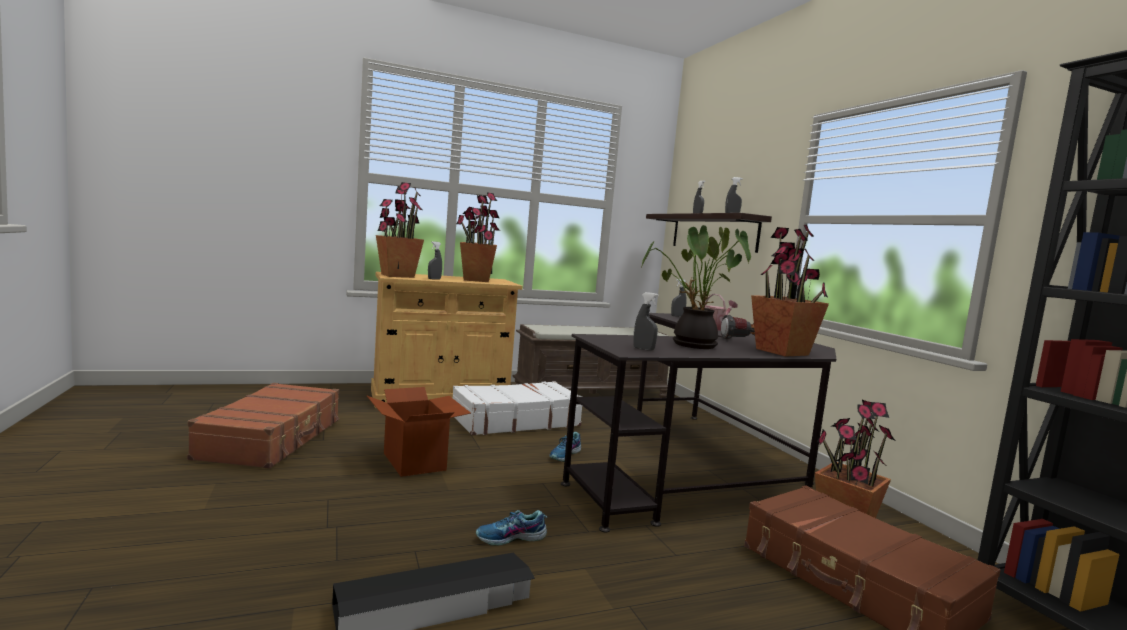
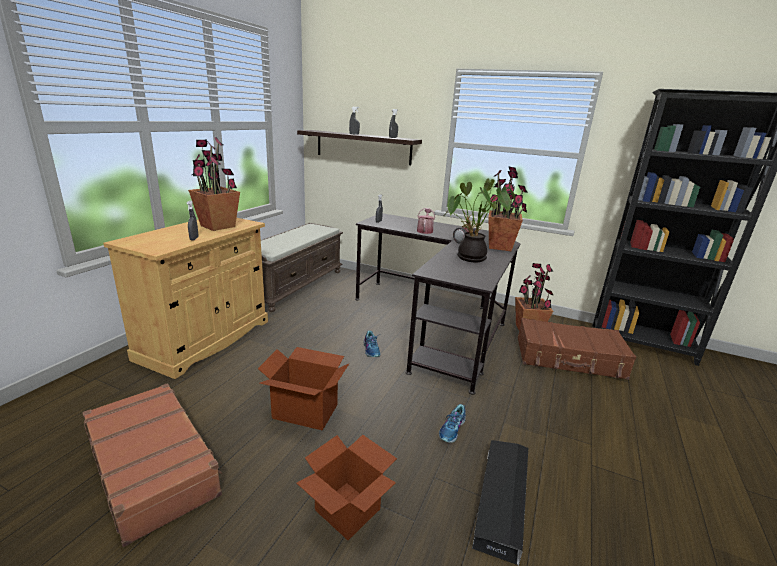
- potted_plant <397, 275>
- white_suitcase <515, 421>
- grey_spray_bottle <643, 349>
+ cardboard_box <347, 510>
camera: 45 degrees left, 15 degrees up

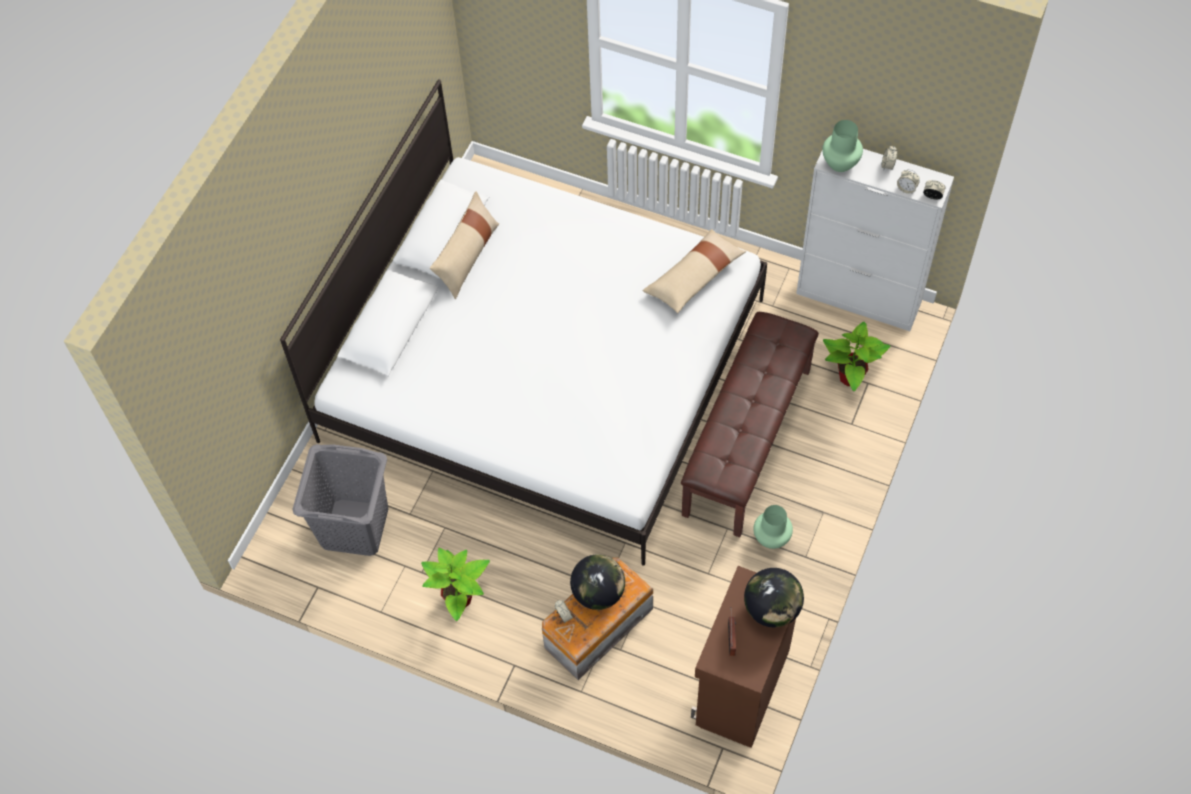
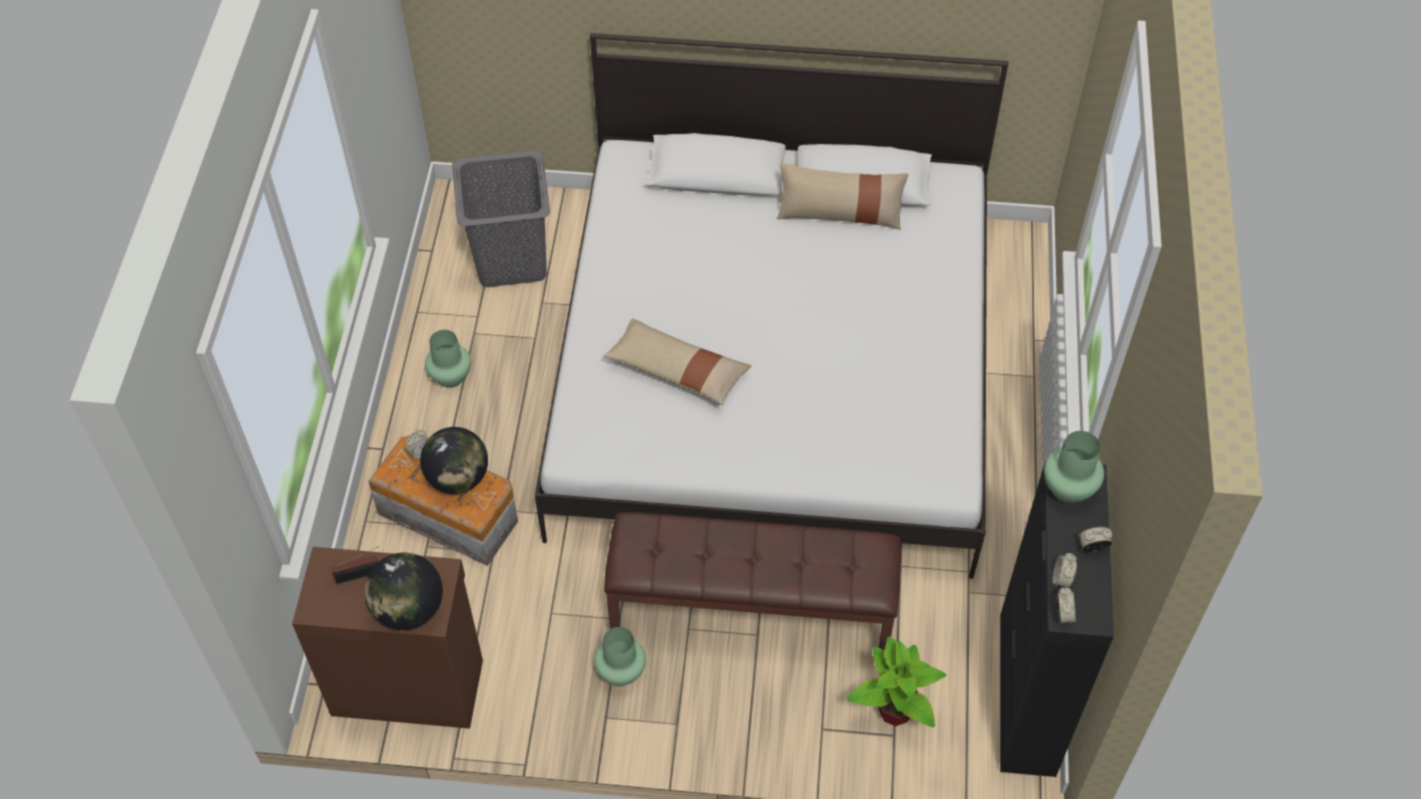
~ potted_plant <459, 599> to green_vase <450, 376>
~ beige_pillow <694, 277> to <677, 370>
~ white_cabinet <859, 298> to black_cabinet <1026, 695>
camera: 70 degrees right, 5 degrees down

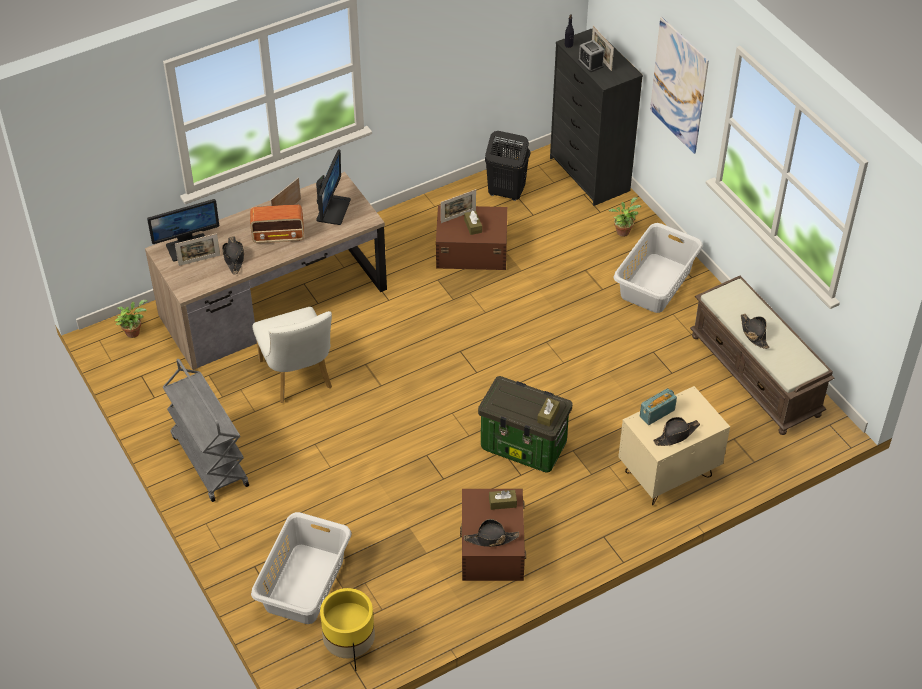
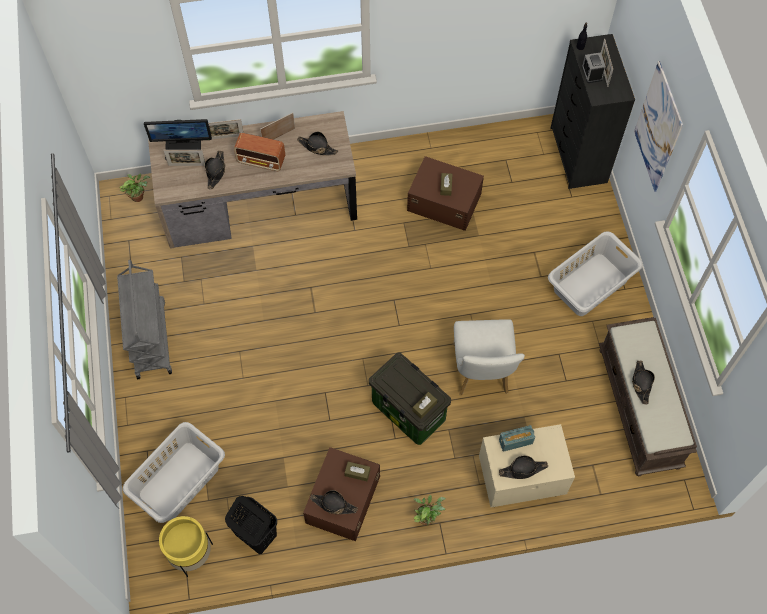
~ white_chair <298, 378> to <481, 373>
~ monitor <332, 209> to black_hat <317, 147>
~ picture_frame <458, 216> to <225, 137>
~ black_laundry_basket <506, 193> to <256, 535>
~ potted_plant <623, 230> to <426, 516>
camera: 20 degrees right, 15 degrees up

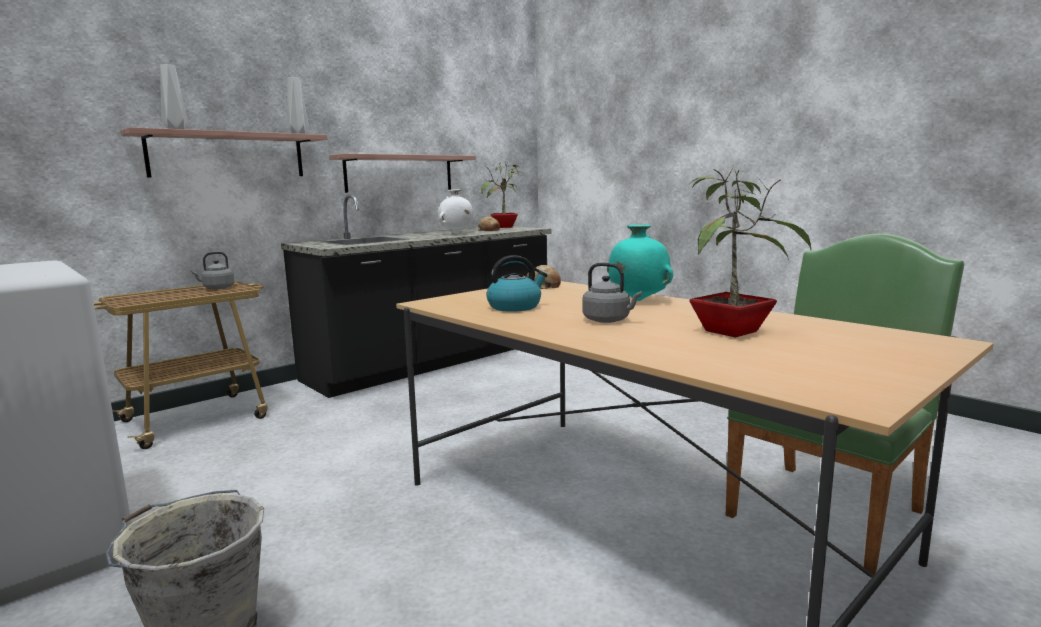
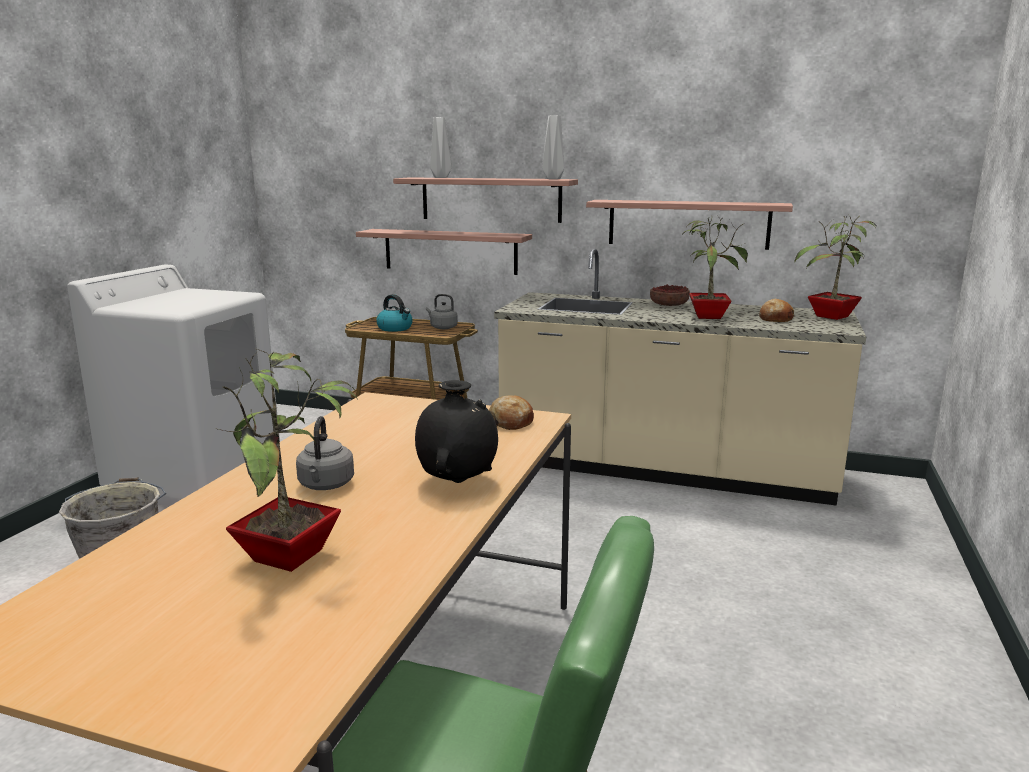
~ black_counter <434, 361> to beige_counter <664, 470>
~ white_vase <456, 233> to potted_plant <708, 316>
~ kettle <515, 307> to <395, 328>
~ turquoise_vase <637, 300> to black_vase <457, 481>
+ shelf <450, 251>
+ bowl <669, 305>
camera: 60 degrees right, 5 degrees up

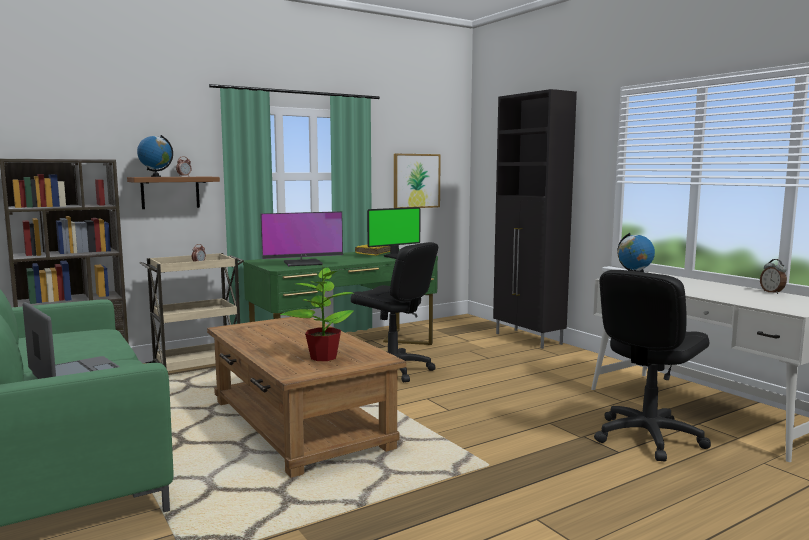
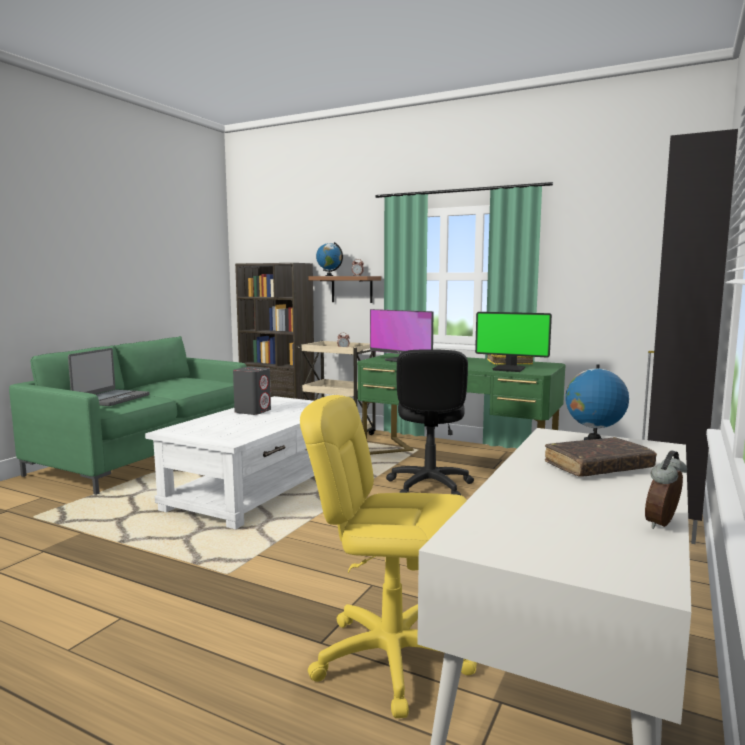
~ brown_coffee_table <298, 424> to white_coffee_table <260, 488>
- potted_plant <323, 357>
- picture <416, 181>
~ black_office_chair <647, 437> to yellow_office_chair <390, 658>
+ grey_speaker <253, 411>
+ brown_book <598, 467>
camera: 60 degrees right, 0 degrees up

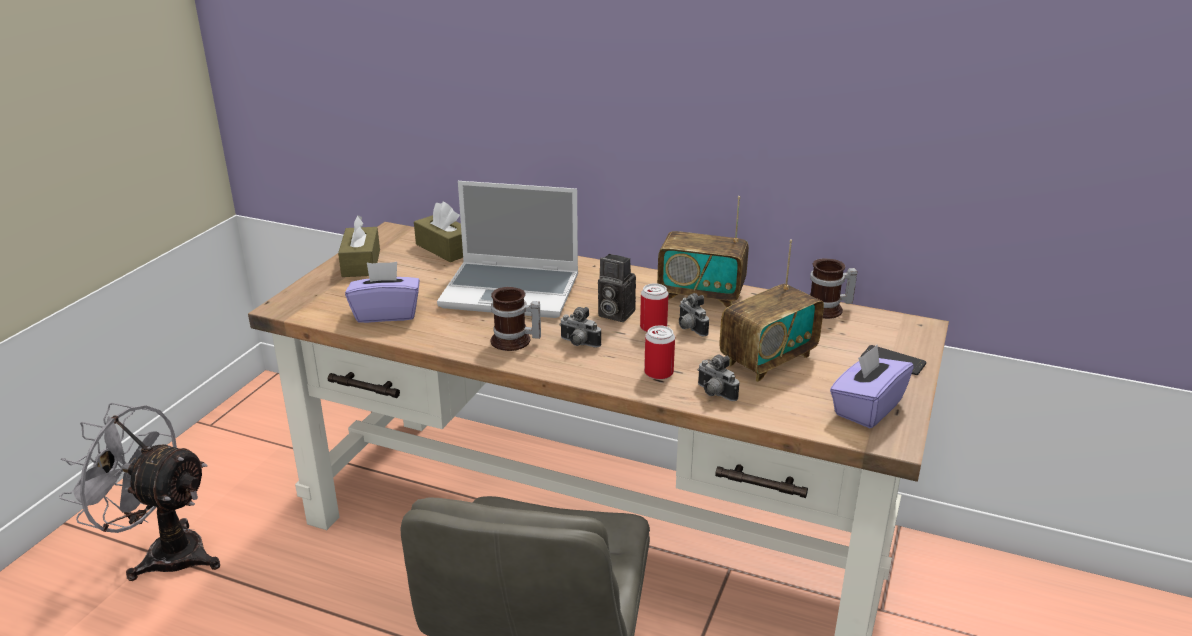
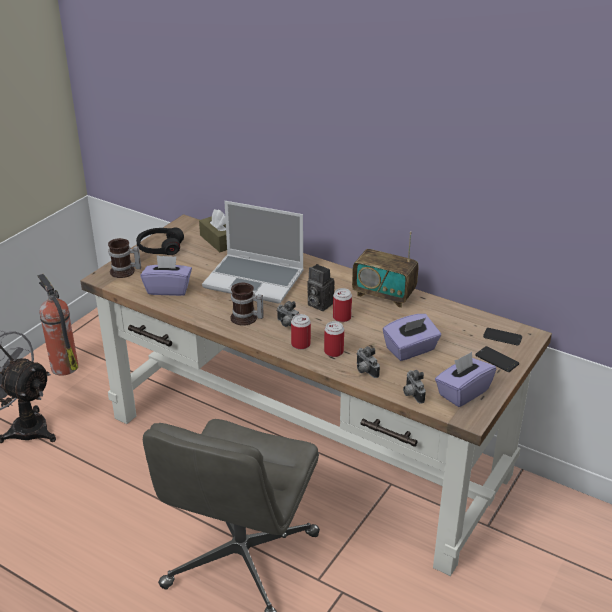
~ brown_tissue_box <361, 263> to black_headphones <160, 247>
~ photo_camera <689, 329> to <411, 394>
~ radio <768, 360> to purple_tissue_box <410, 350>
~ mug <828, 310> to <124, 272>
+ fire_extinguisher <64, 366>
+ can <300, 344>
+ phone <502, 337>
camera: 10 degrees right, 5 degrees up

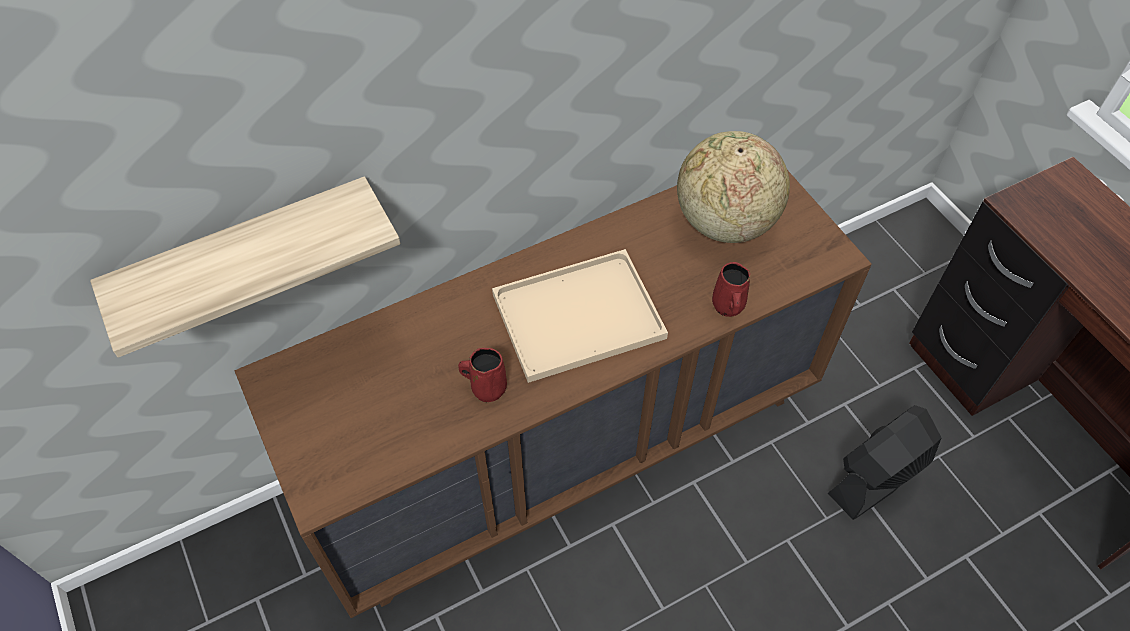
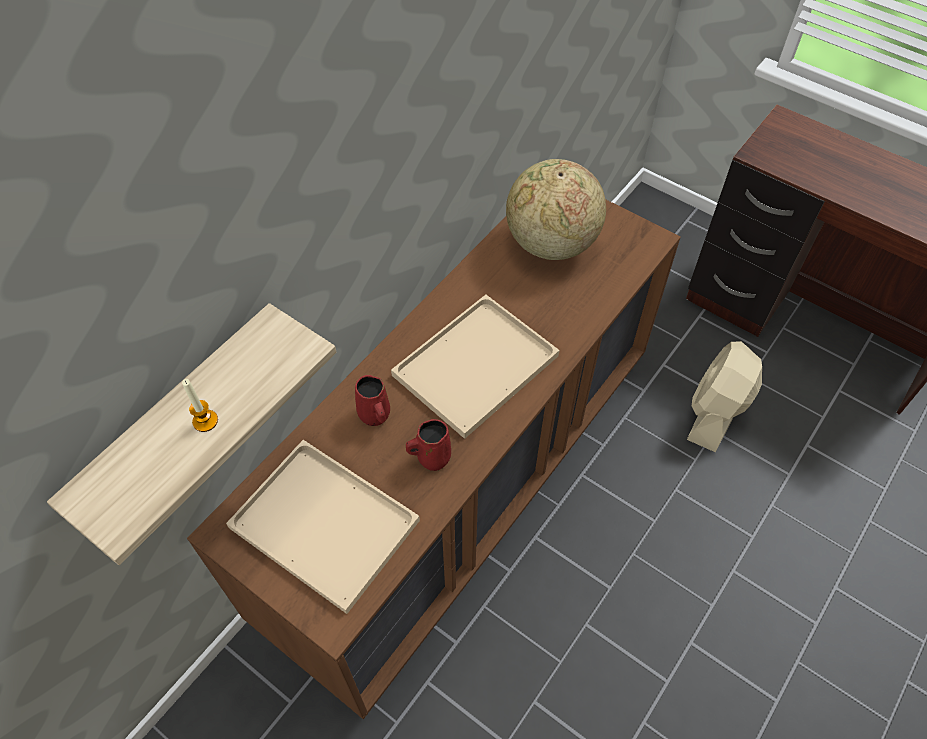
~ red_mug <728, 307> to <375, 416>
~ black_fan <877, 477> to beige_fan <715, 412>
+ candle <205, 421>
+ beige_tray <328, 524>
camera: 25 degrees left, 0 degrees up

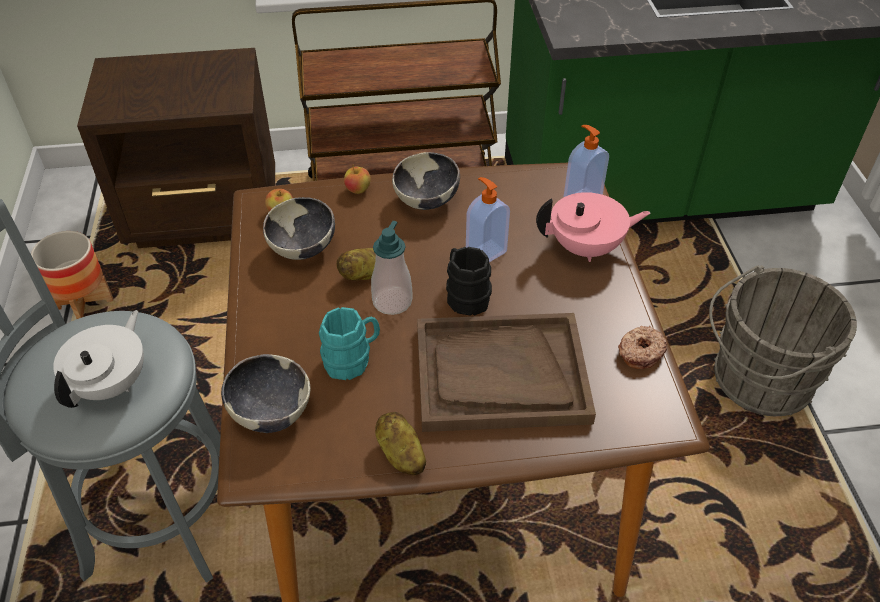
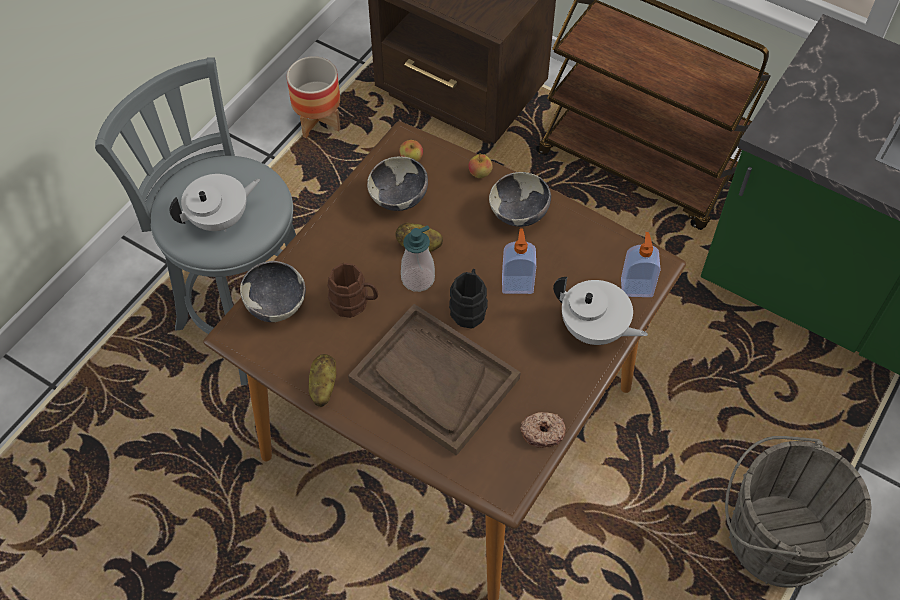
~ turquoise_mug <353, 359> to brown_mug <354, 303>
~ pink_teapot <586, 248> to white_teapot <594, 330>
camera: 40 degrees right, 10 degrees up

